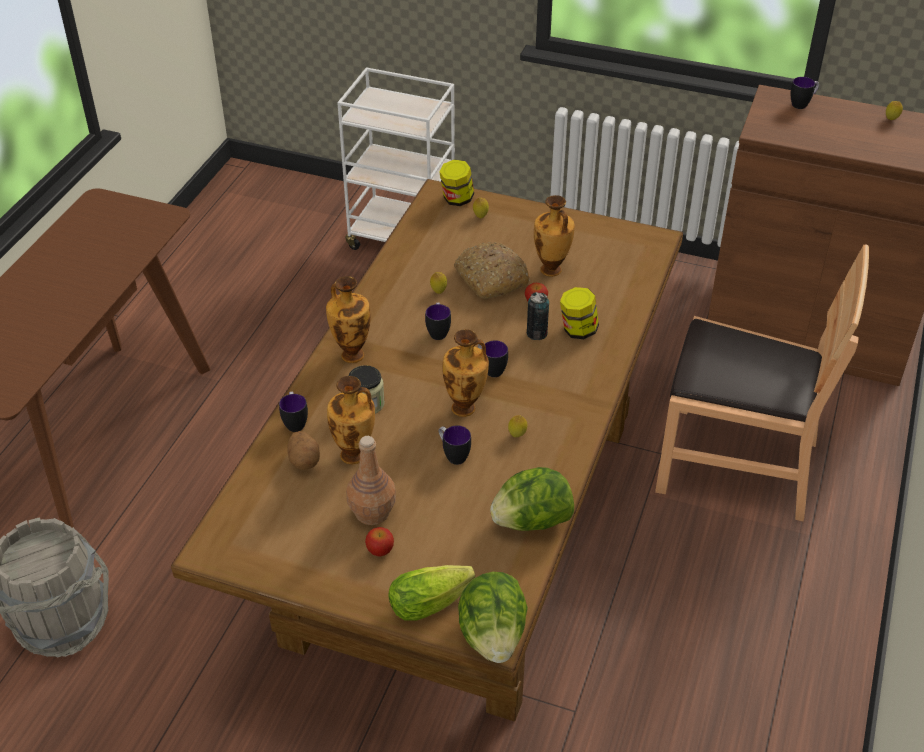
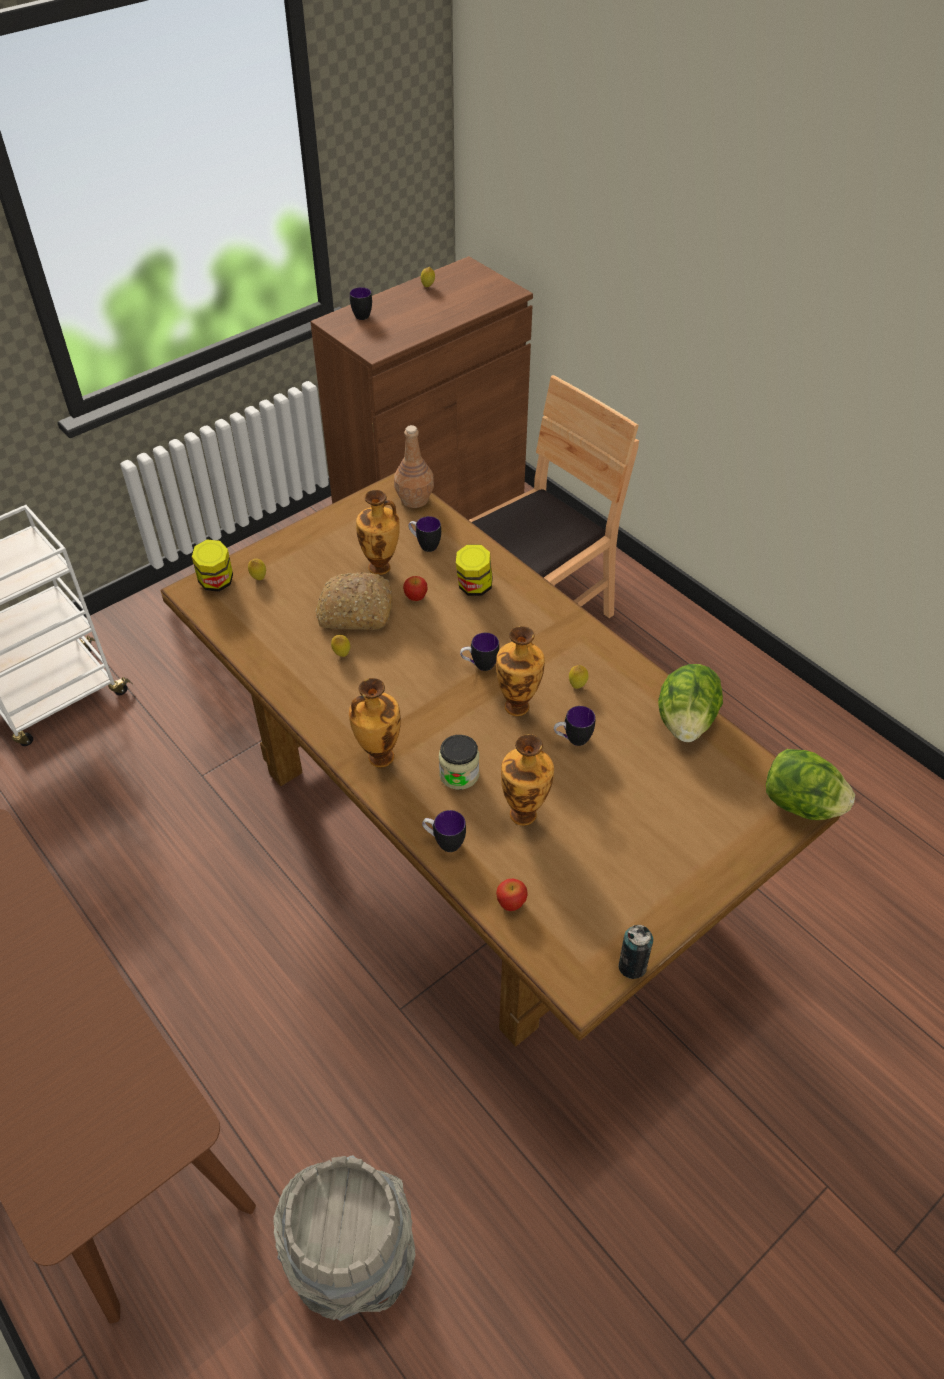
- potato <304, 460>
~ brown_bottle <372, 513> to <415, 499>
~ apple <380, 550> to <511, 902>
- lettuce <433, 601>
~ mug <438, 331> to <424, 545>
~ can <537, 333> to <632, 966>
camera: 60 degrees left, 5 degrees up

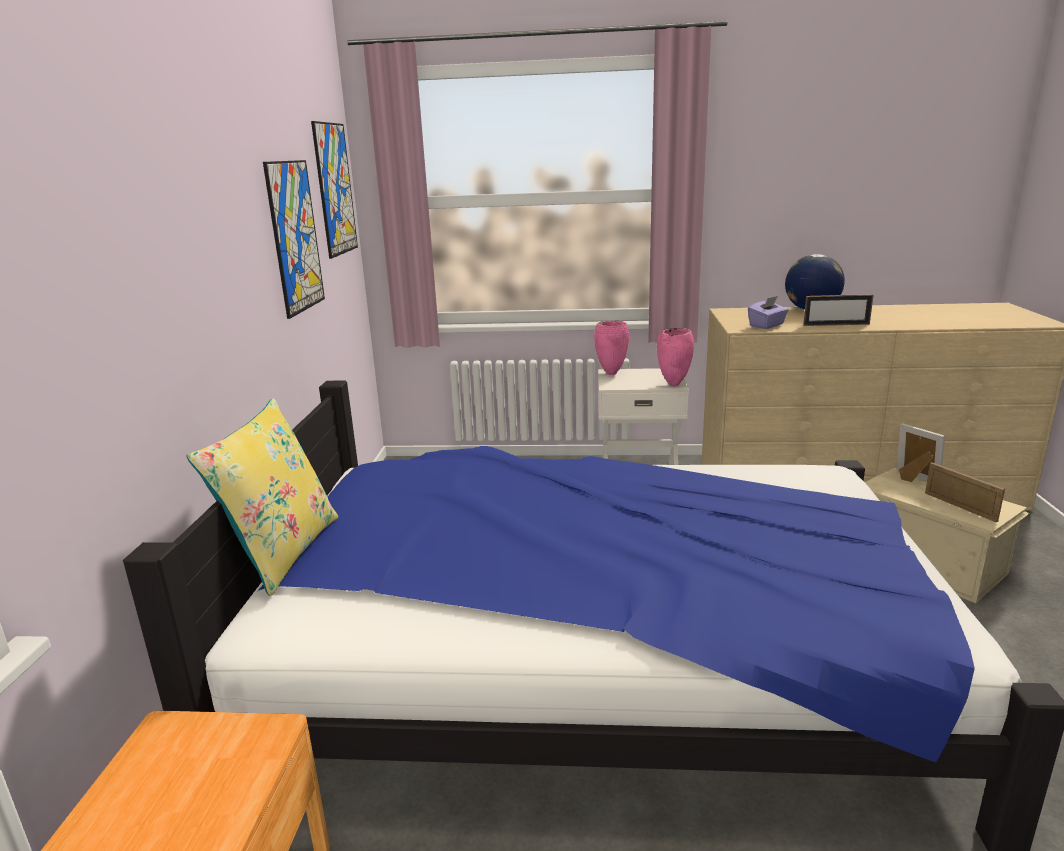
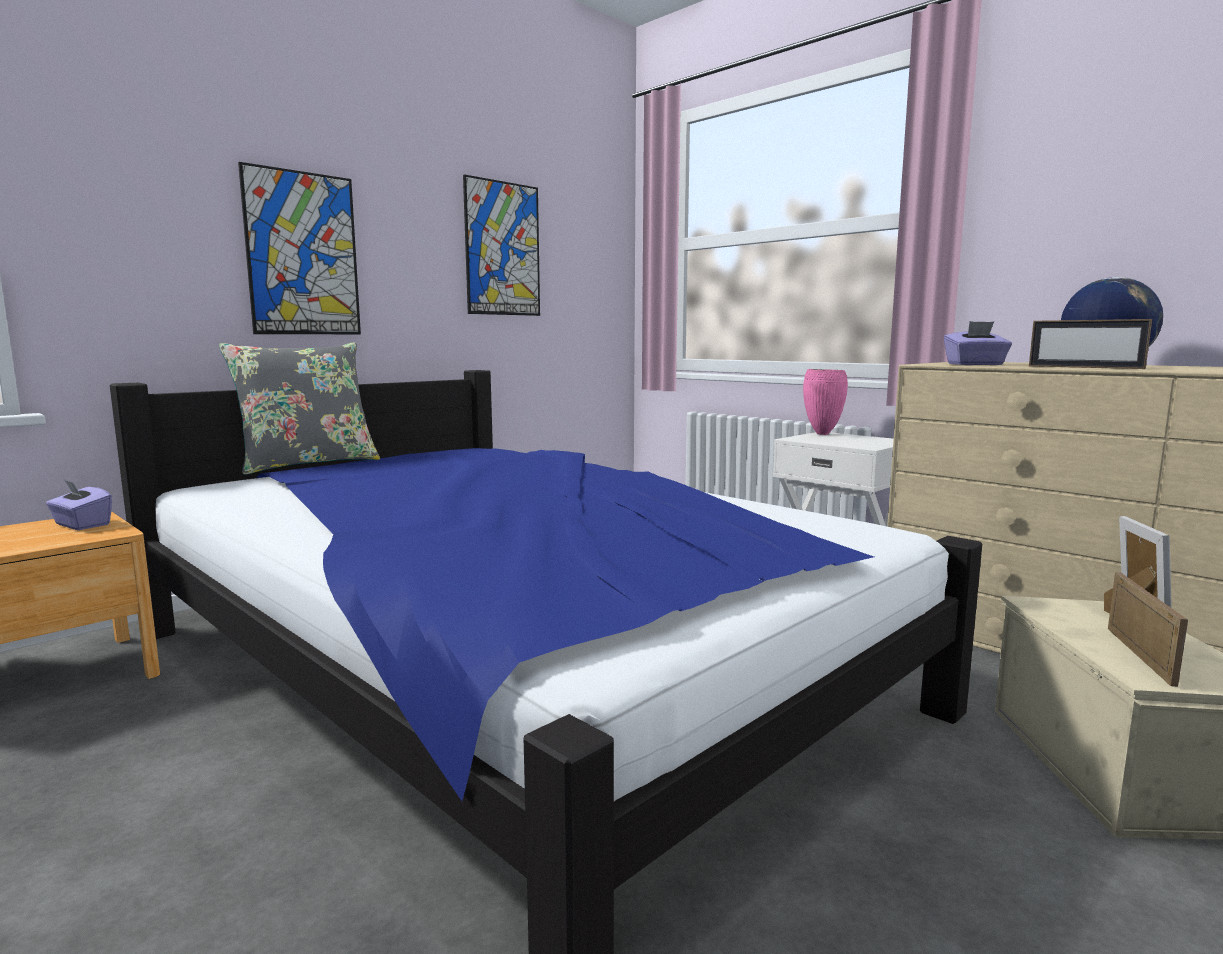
~ yellow_pillow <282, 552> to grey_pillow <307, 464>
~ picture <335, 189> to <303, 254>
- pink_vase <674, 385>
+ purple_tissue_box <81, 525>
camera: 40 degrees right, 10 degrees down

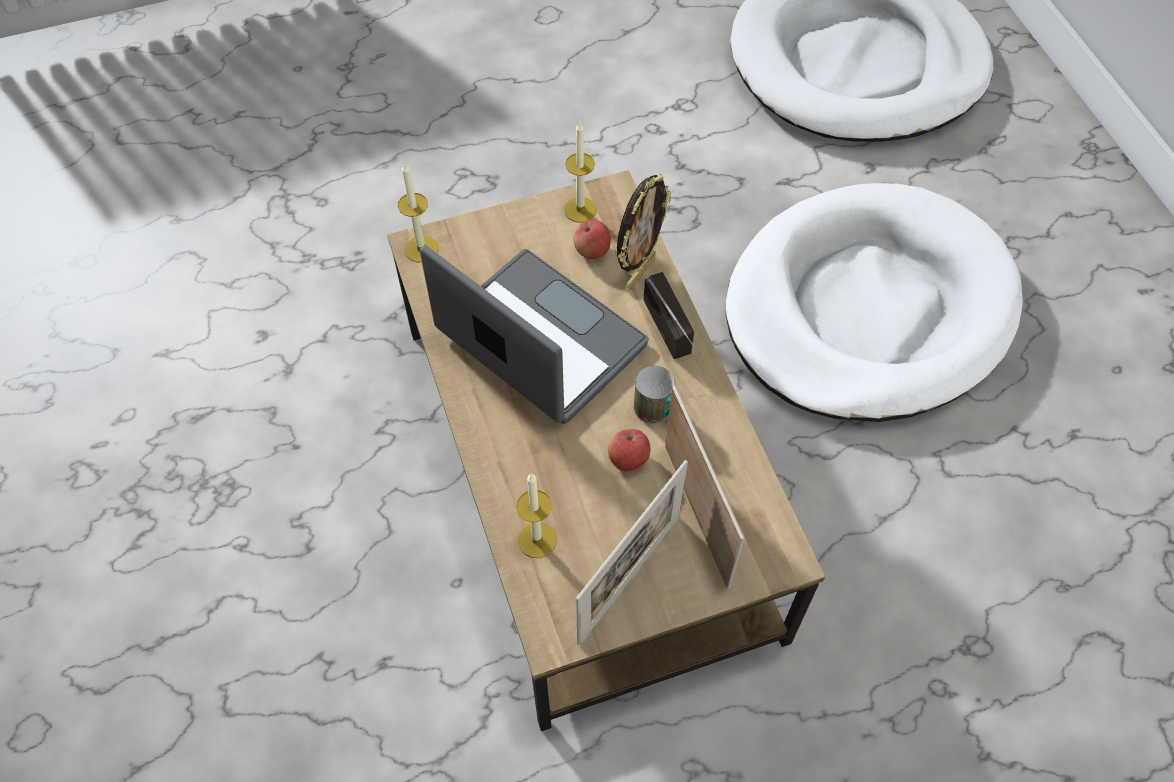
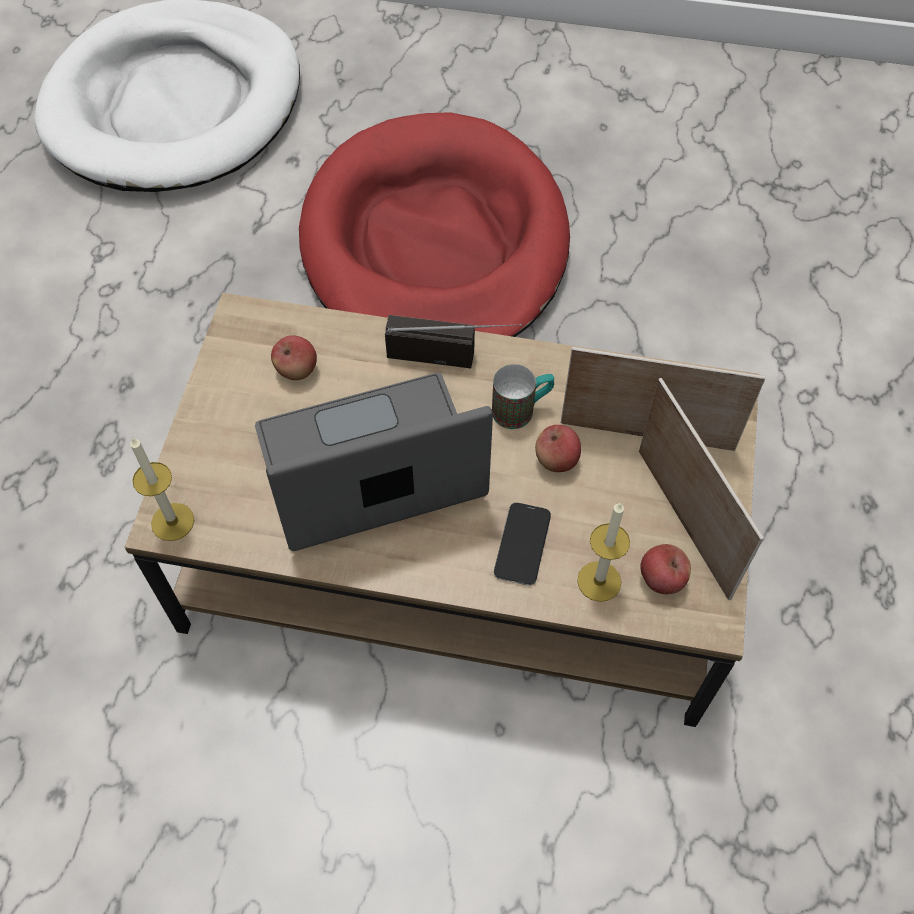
- candle <580, 209>
- picture_frame <639, 272>
~ white_dog_bed <867, 309> to red_dog_bed <434, 244>
+ phone <522, 544>
+ apple <661, 579>
camera: 60 degrees left, 0 degrees up

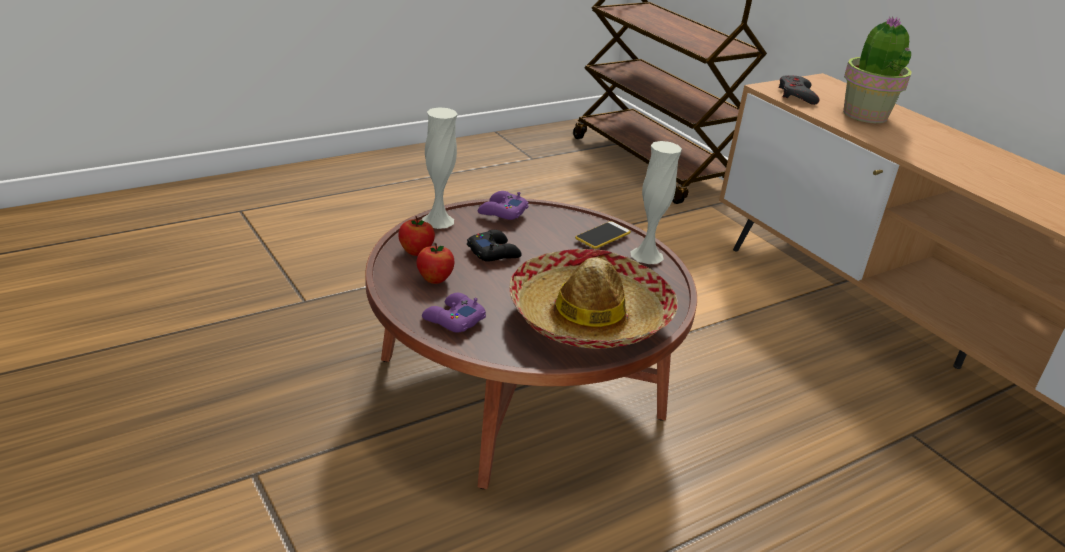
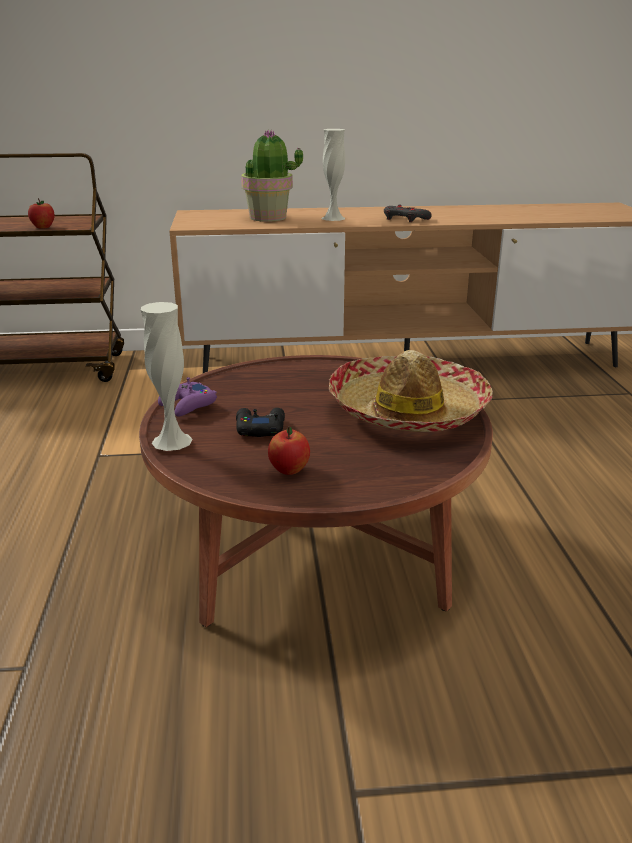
~ apple <416, 252> to <43, 227>
- purple_game_controller <453, 319>
- phone <603, 236>
~ white_vase <646, 255> to <333, 218>
~ grey_game_controller <796, 95> to <405, 219>
camera: 60 degrees left, 5 degrees down

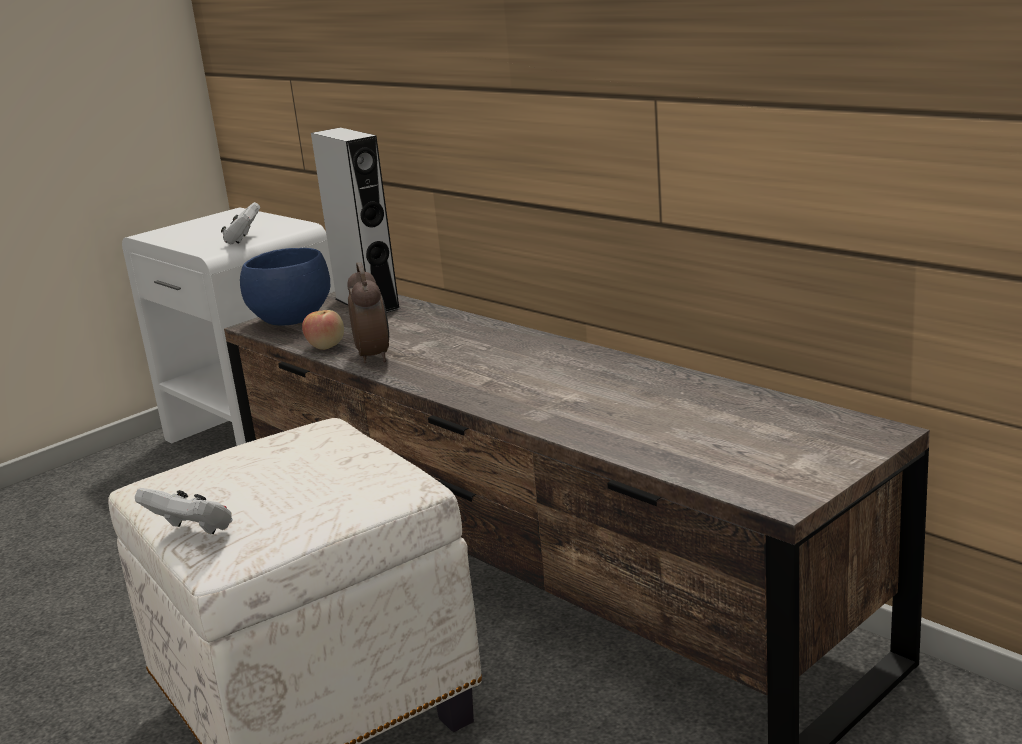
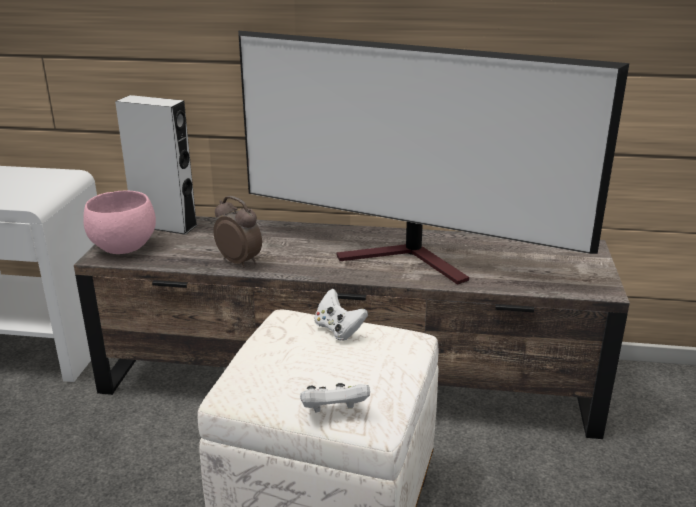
~ white_game_controller <243, 239> to <338, 330>
~ blue_bowl <289, 320> to pink_bowl <122, 248>
- apple <326, 346>
+ television <411, 260>
camera: 40 degrees left, 5 degrees up

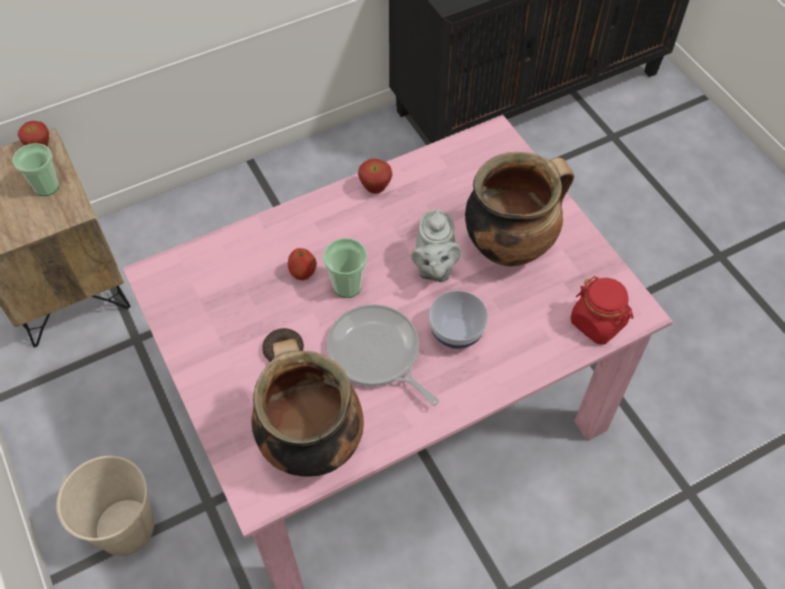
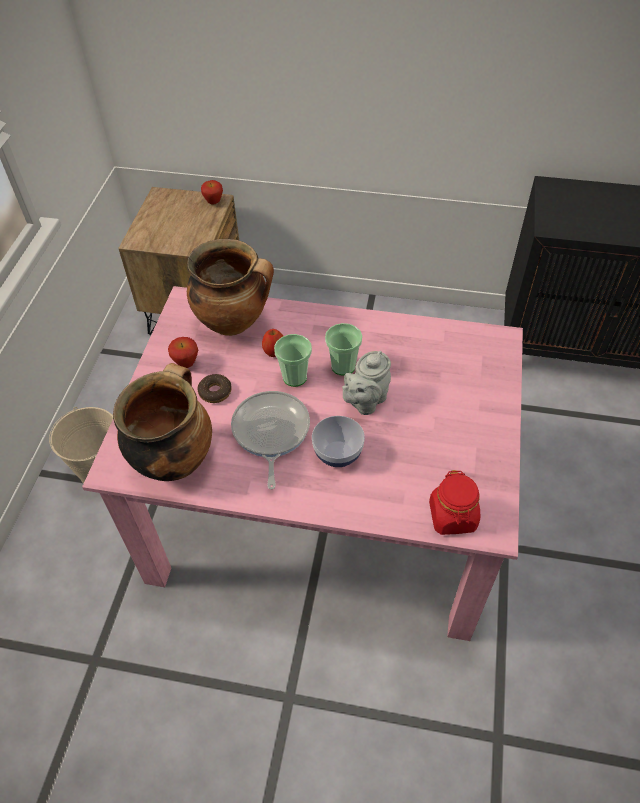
~ cup <46, 187> to <343, 366>
~ apple <375, 189> to <186, 364>
~ cooking_pot <509, 245> to <234, 322>
camera: 40 degrees right, 5 degrees down

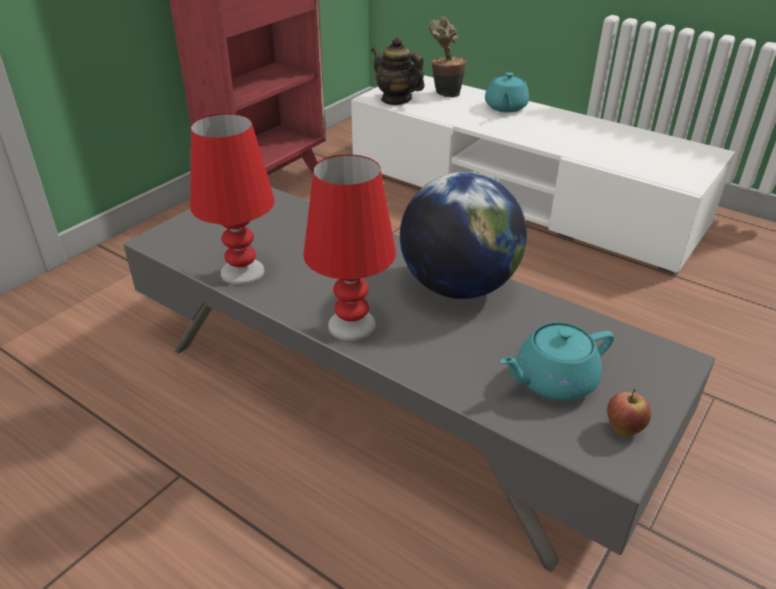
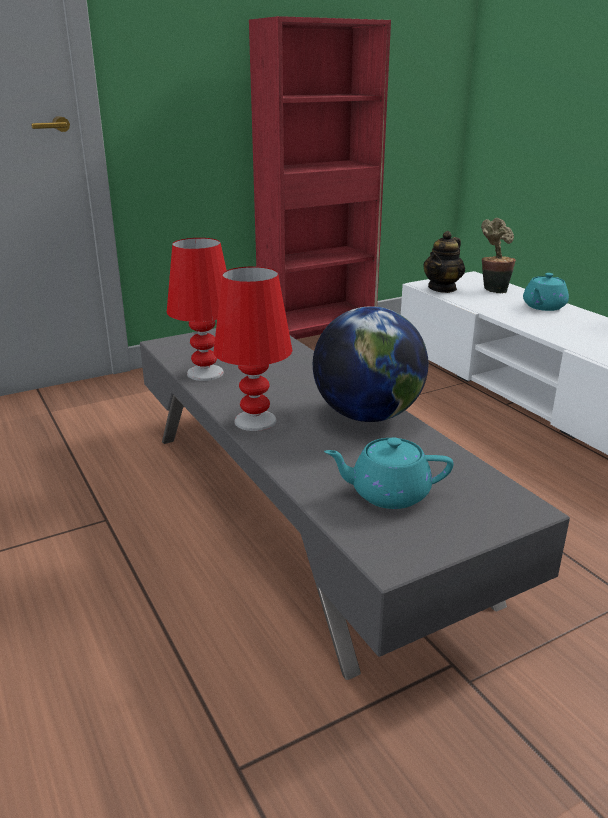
~ teapot <396, 99> = <442, 288> 120 degrees counterclockwise
- apple <623, 429>
camera: 25 degrees right, 10 degrees down

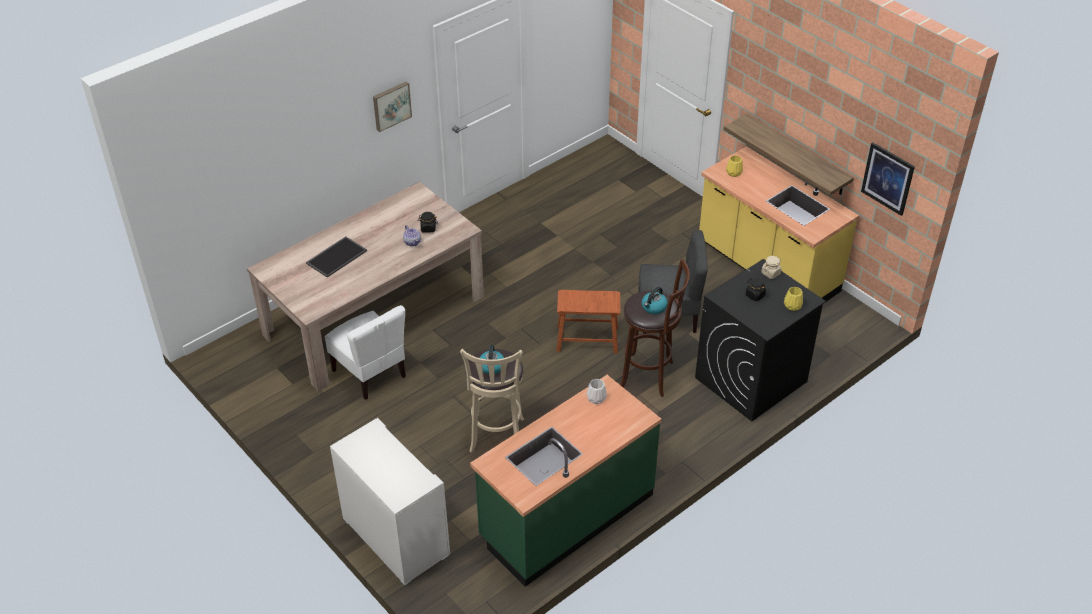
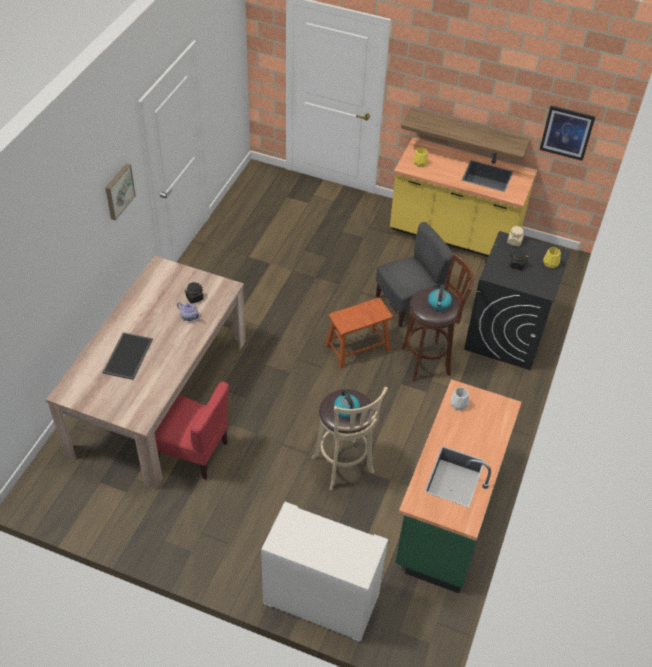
~ white_chair <370, 373> to red_chair <192, 452>
camera: 30 degrees left, 5 degrees up

